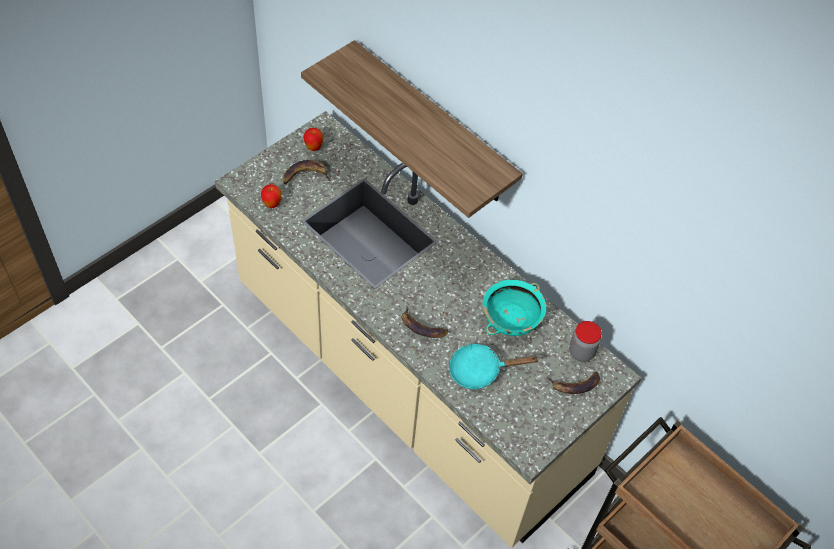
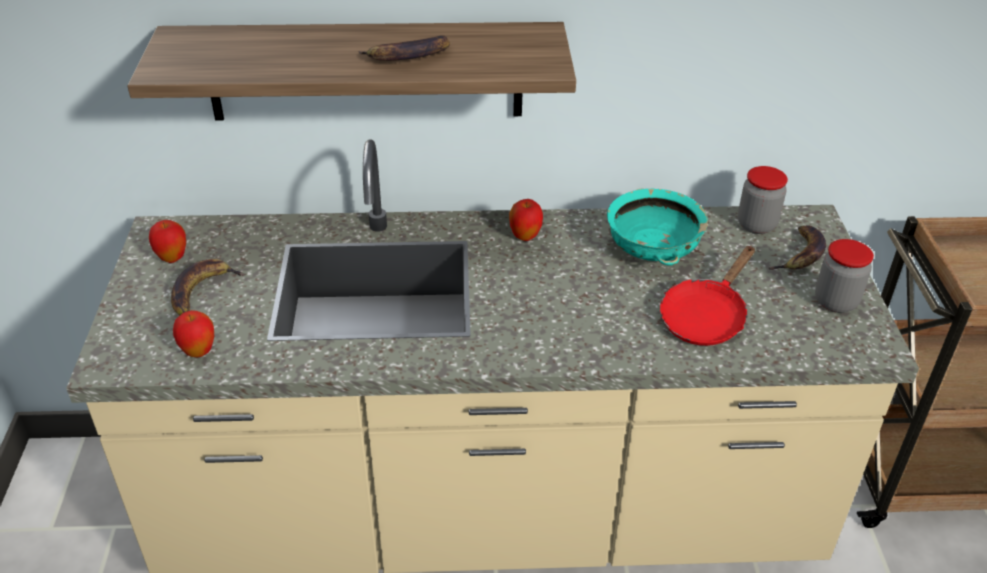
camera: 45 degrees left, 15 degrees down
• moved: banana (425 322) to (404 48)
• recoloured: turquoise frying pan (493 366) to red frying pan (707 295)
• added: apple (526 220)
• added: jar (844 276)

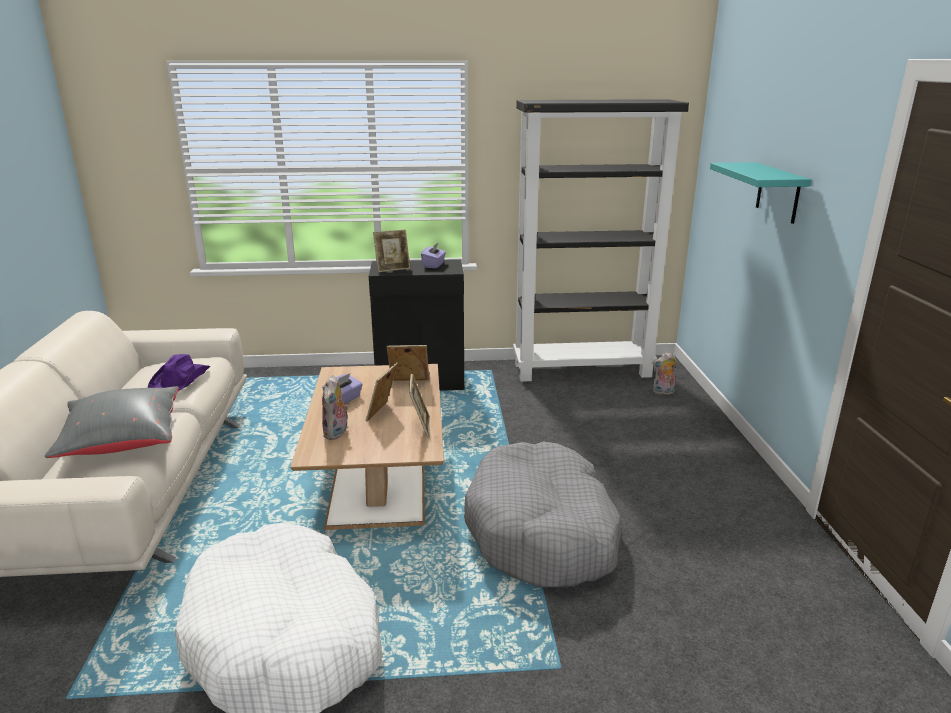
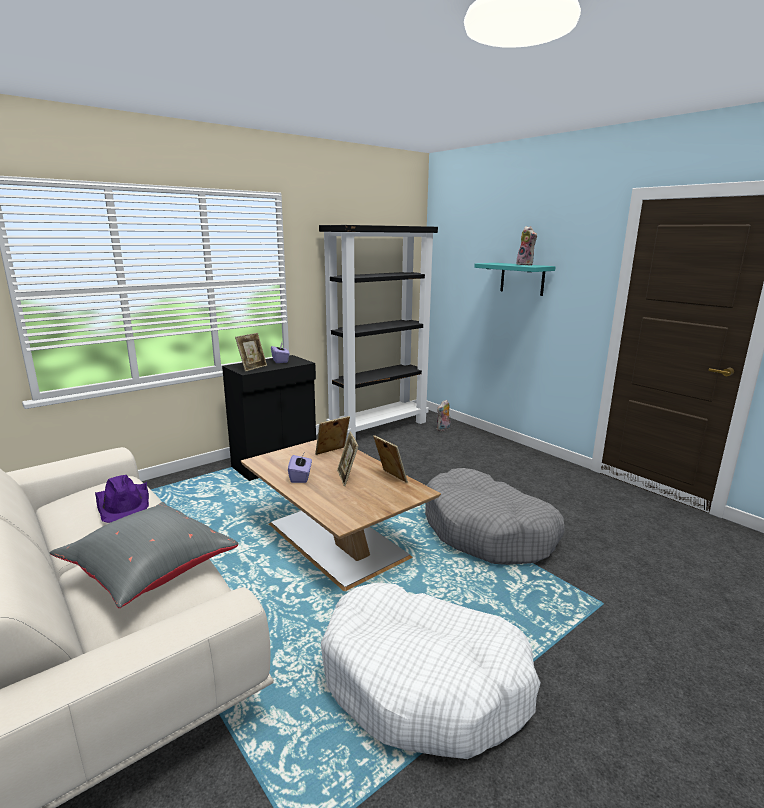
camera: 35 degrees left, 5 degrees down
• moved: plush toy (335 407) to (526 245)

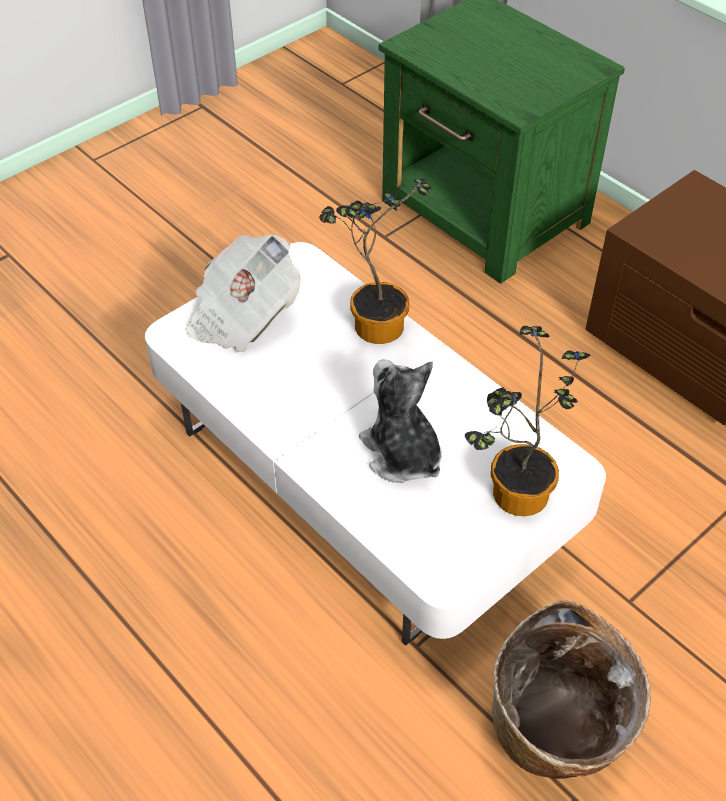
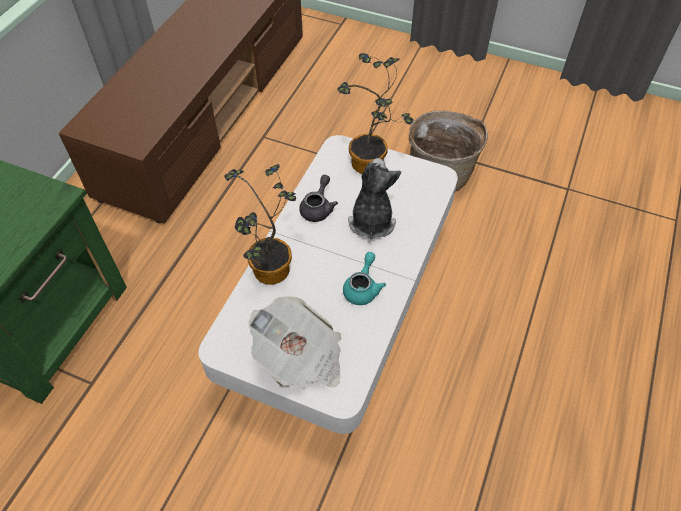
camera: 115 degrees left, 5 degrees up
• turned: plush toy (400 421) = (374 198) 150 degrees clockwise
• added: grey teapot (318 198)
• added: turquoise teapot (364 278)

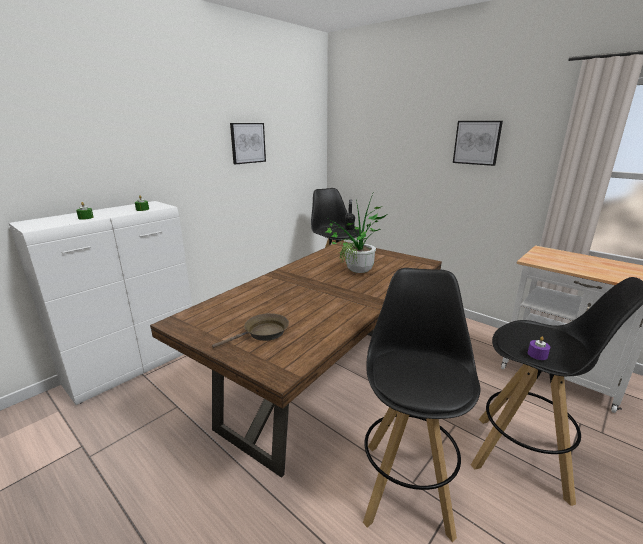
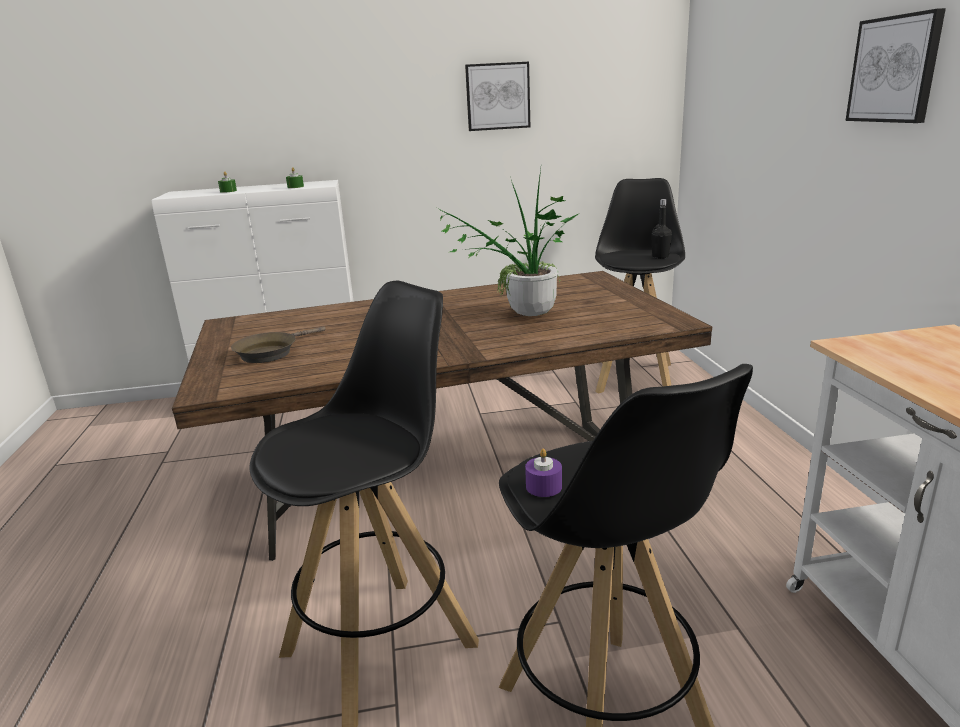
camera: 40 degrees right, 0 degrees up
• turned: brown frying pan (250 330) = (278 344) 120 degrees clockwise

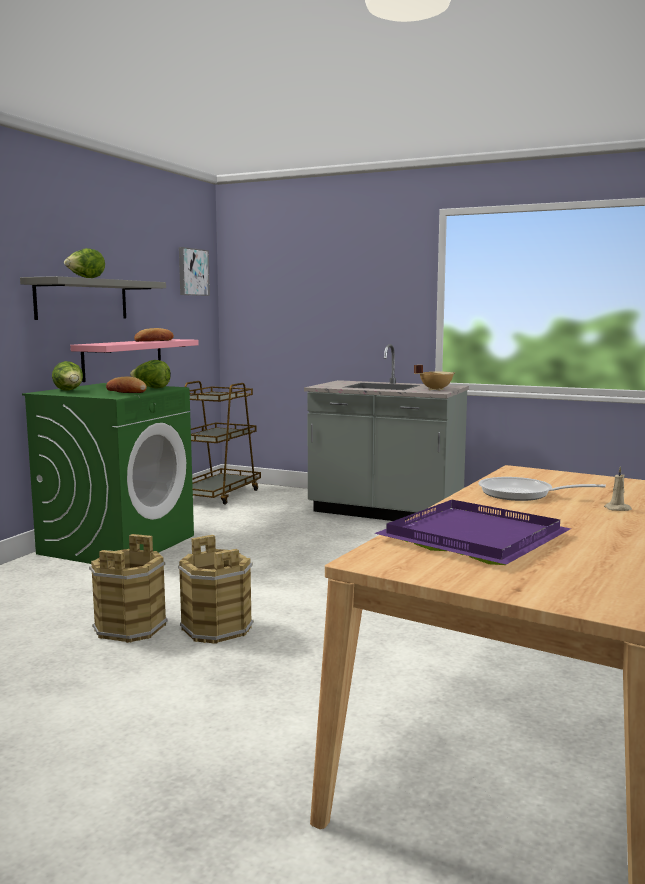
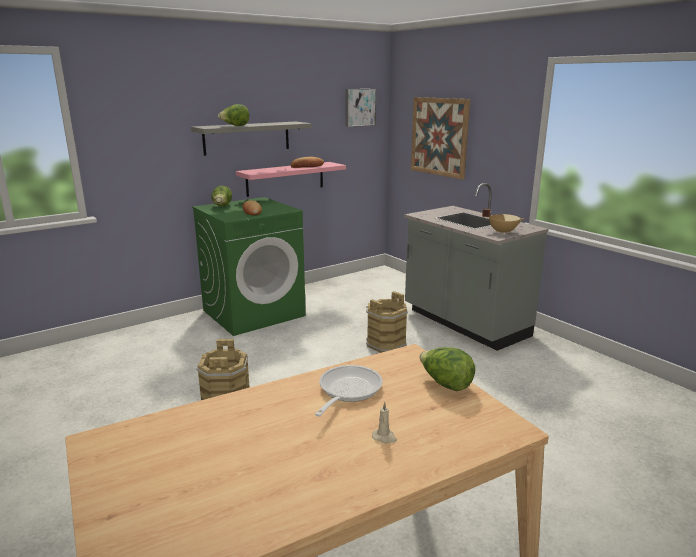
camera: 30 degrees right, 10 degrees up
• moved: brown bucket (128 588) to (387 322)
• moved: lettuce (150 374) to (447 369)
• removed: brown cart (223 443)
• removed: purple tray (472 532)
• turned: frying pan (542 489) = (349 391) 60 degrees clockwise
• added: picture (440 138)

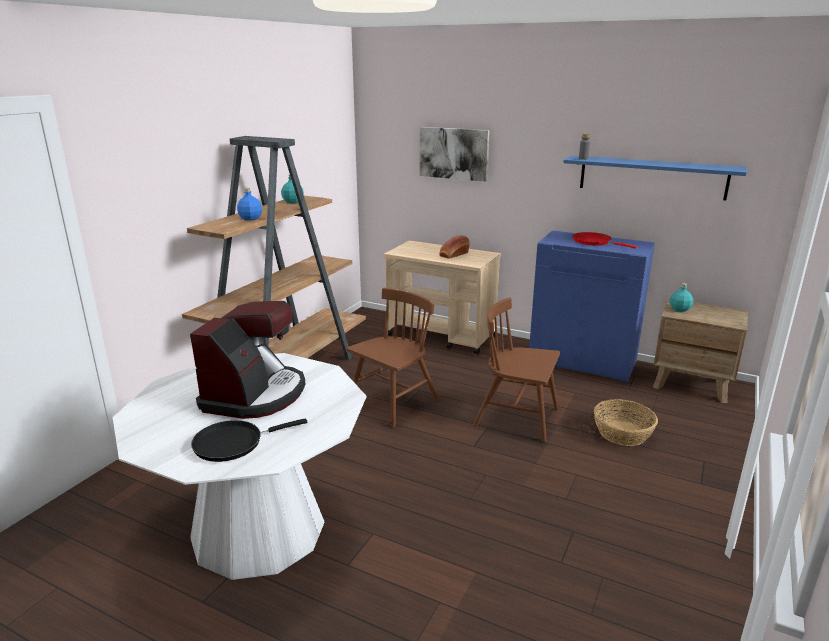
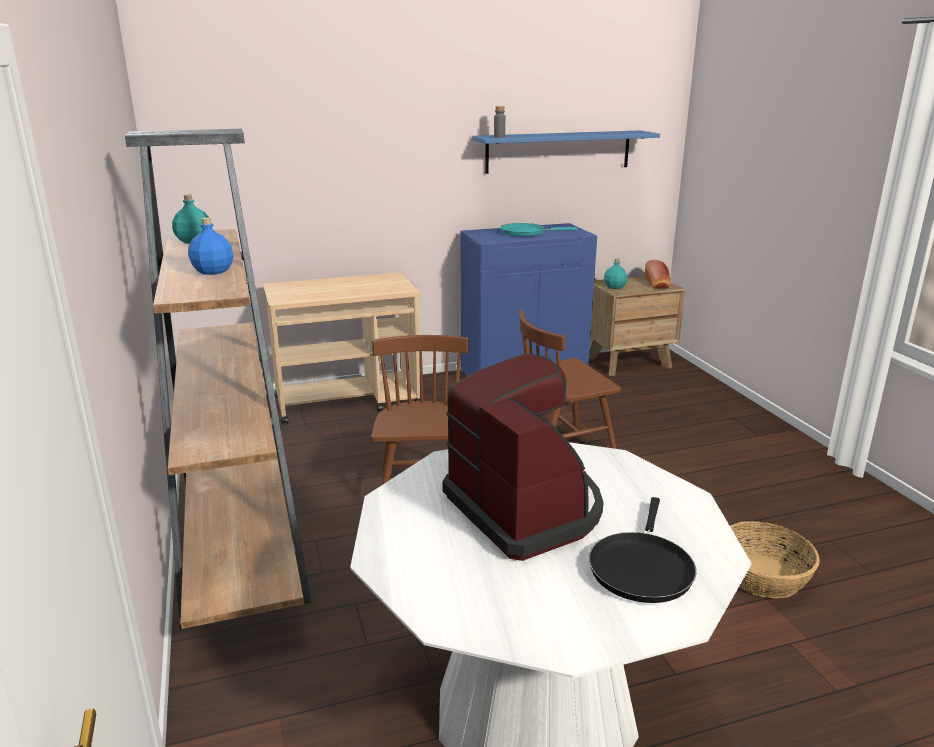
camera: 45 degrees left, 0 degrees up
• removed: picture (455 154)
• moved: bread (454 247) to (658 274)
• recoloured: red frying pan (605 240) to turquoise frying pan (538 229)
• moved: basket (626 422) to (775 559)

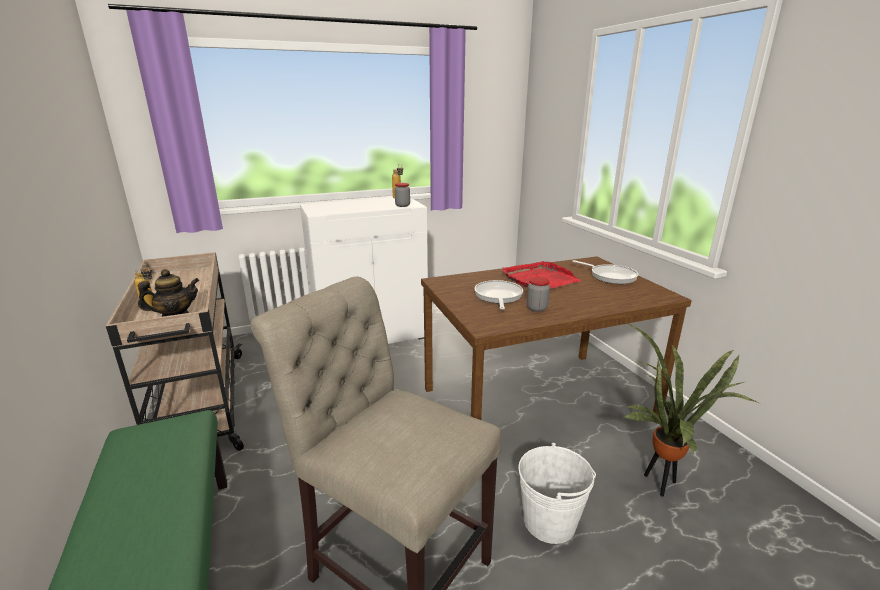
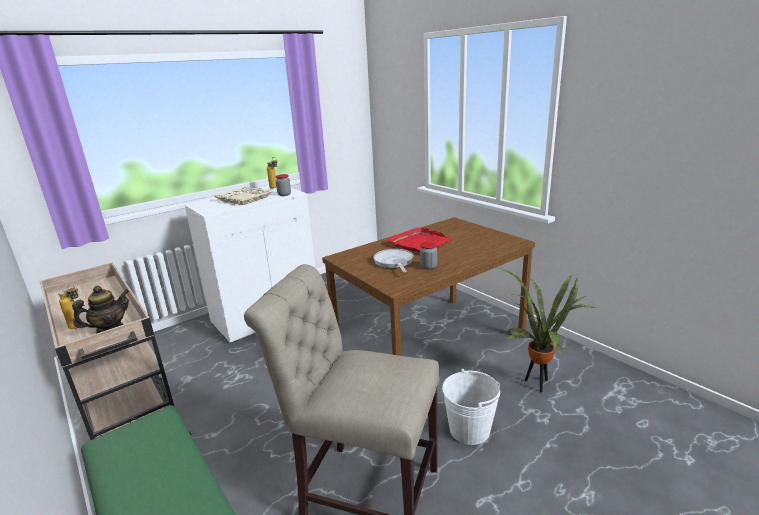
camera: 15 degrees left, 0 degrees up
• removed: frying pan (605 272)
• added: beige tray (243 195)

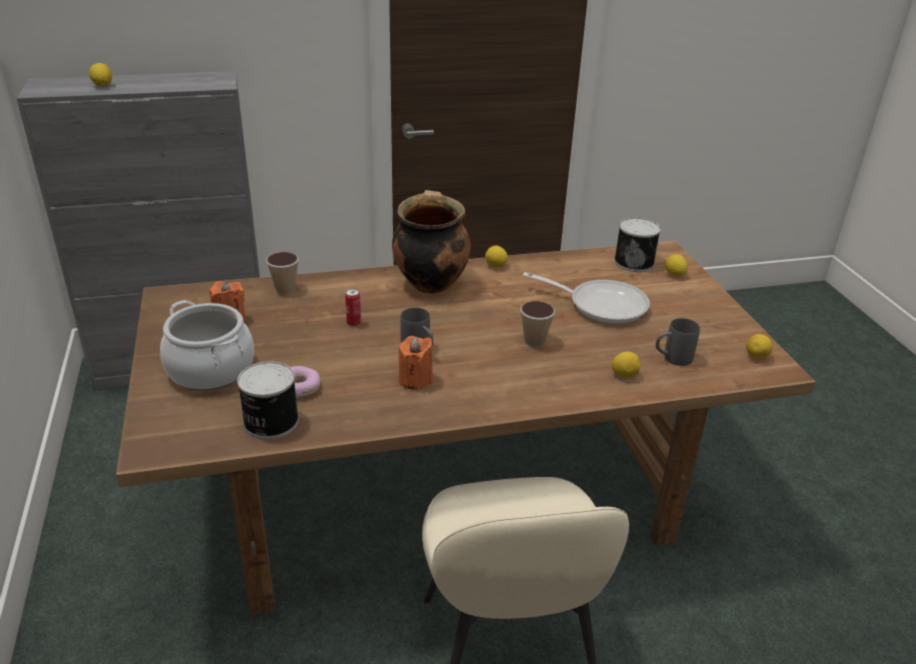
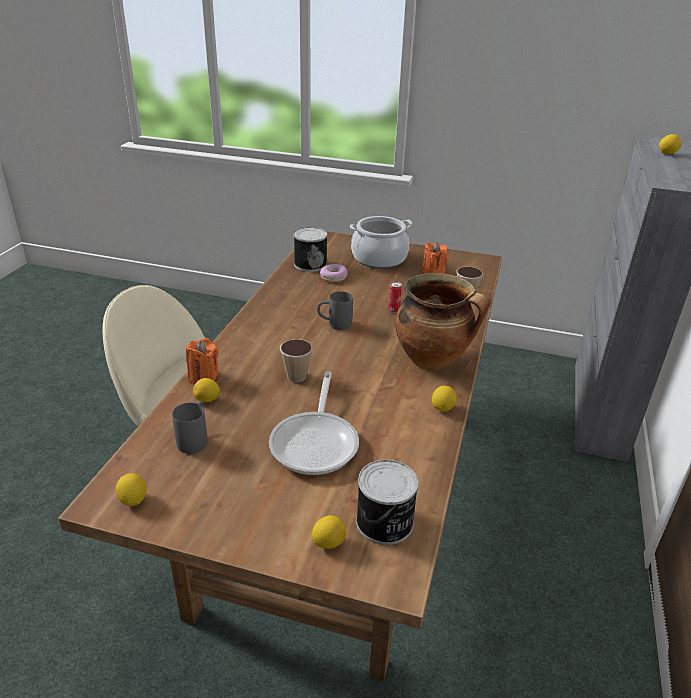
camera: 120 degrees right, 0 degrees up
• moved: orange candle (415 362) to (202 361)
• turned: frying pan (586 298) = (314 423) 45 degrees counterclockwise

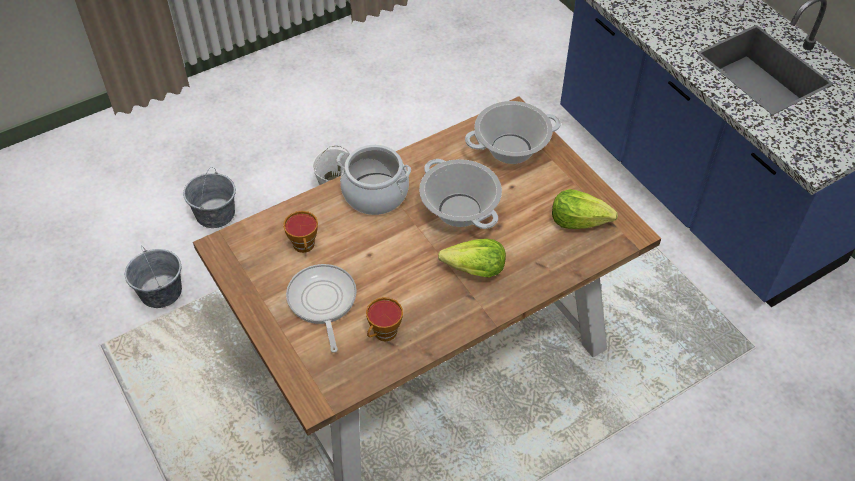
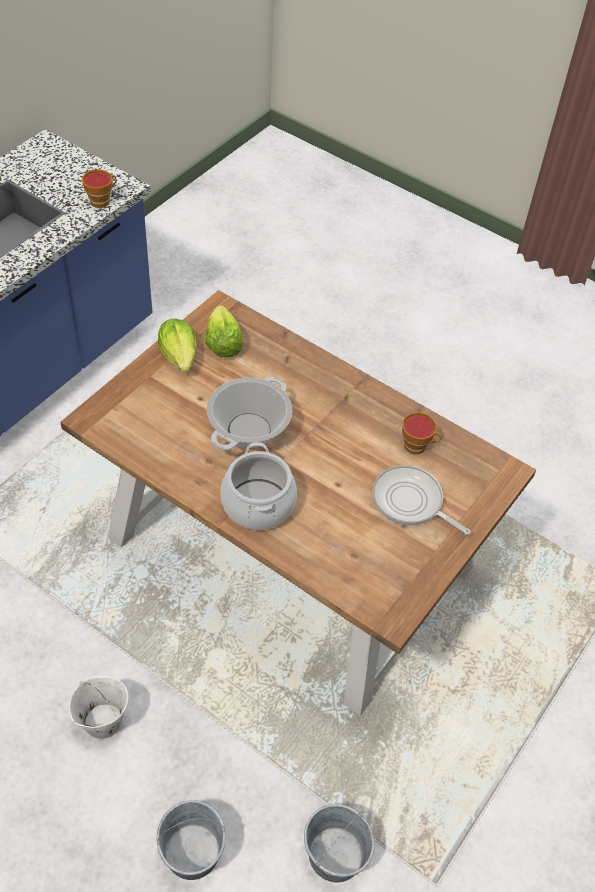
camera: 115 degrees left, 0 degrees up
• moved: cup (300 232) to (99 188)
• turned: frying pan (321 308) = (422 500) 75 degrees clockwise
• moved: lettuce (472 258) to (177 345)
• removed: cooking pot (513 132)

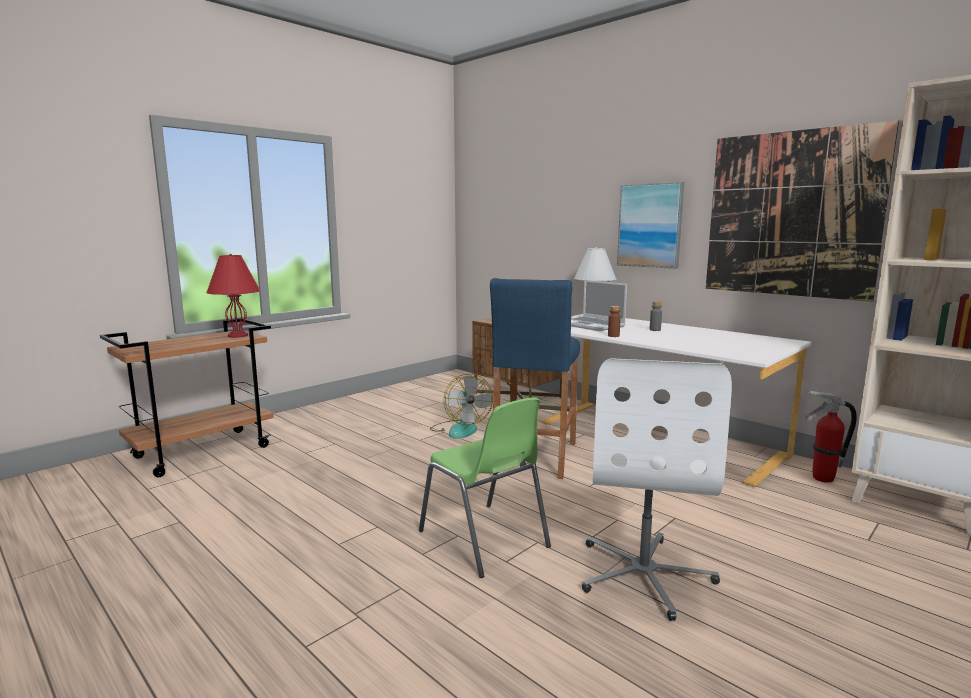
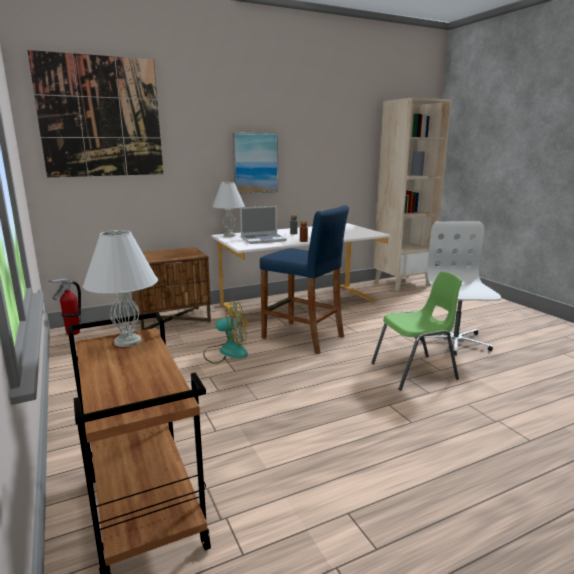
camera: 70 degrees left, 5 degrees up
• recoloured: red table lamp (233 296) to white table lamp (120 288)
• turned: white office chair (657 489) = (460 288) 120 degrees counterclockwise
• moved: picture (802 211) to (95 113)
• moved: fire extinguisher (831 436) to (65 307)

